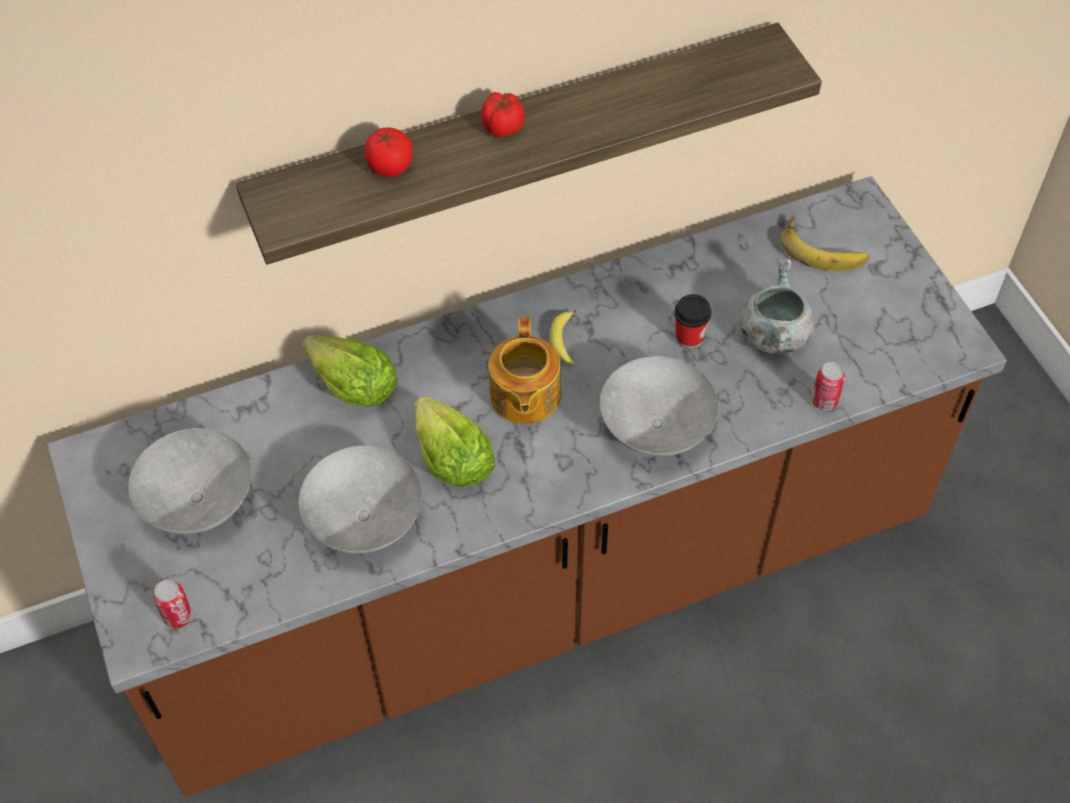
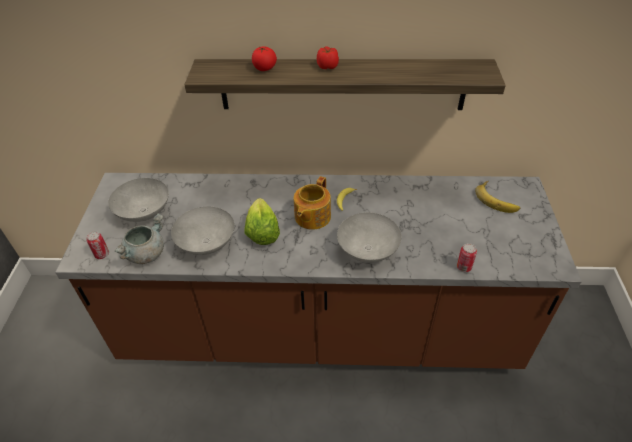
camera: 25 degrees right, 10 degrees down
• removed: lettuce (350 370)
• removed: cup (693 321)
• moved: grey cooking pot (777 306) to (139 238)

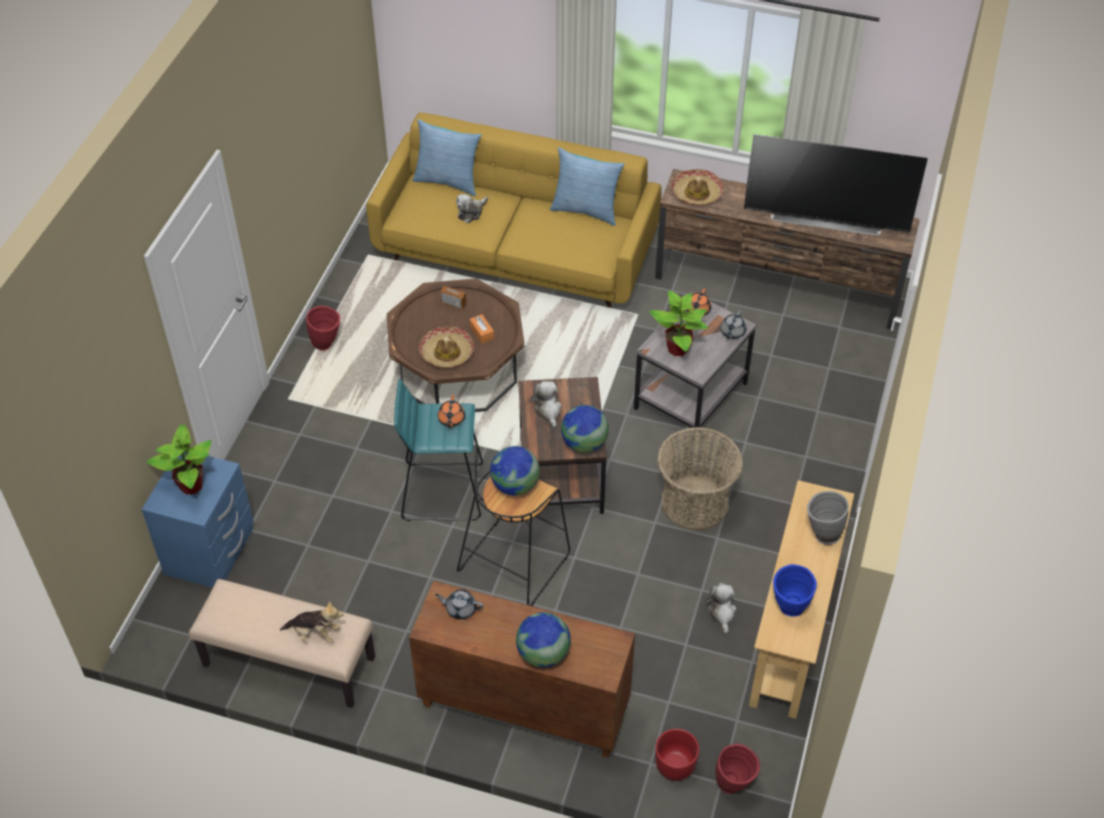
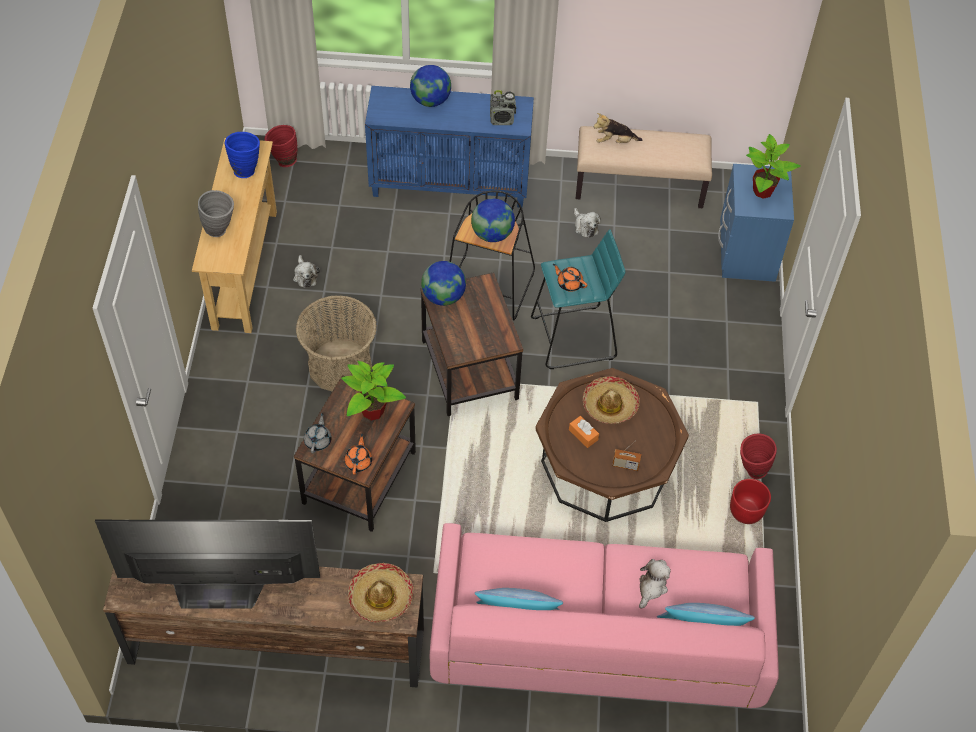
camera: 165 degrees right, 5 degrees up
• recoloured: yellow sofa (514 210) to pink sofa (604 615)
• recoloured: brown cabinet (522 669) to blue cabinet (449 146)
• replaced: grey teapot (459 604) to radio (503 107)
• turned: orange teapot (451 411) = (570 278) 45 degrees counterclockwise
• moved: plush toy (546 404) to (587 223)
• recoloured: grey side table (695 366) to brown side table (355 453)
• moved: red planter (677 755) to (750 501)

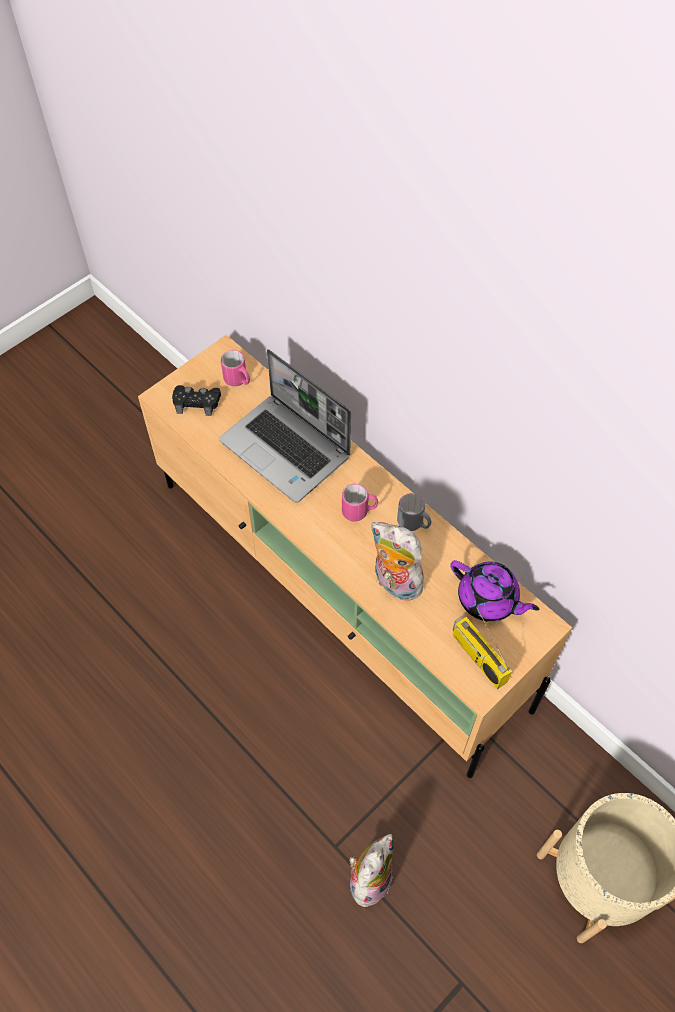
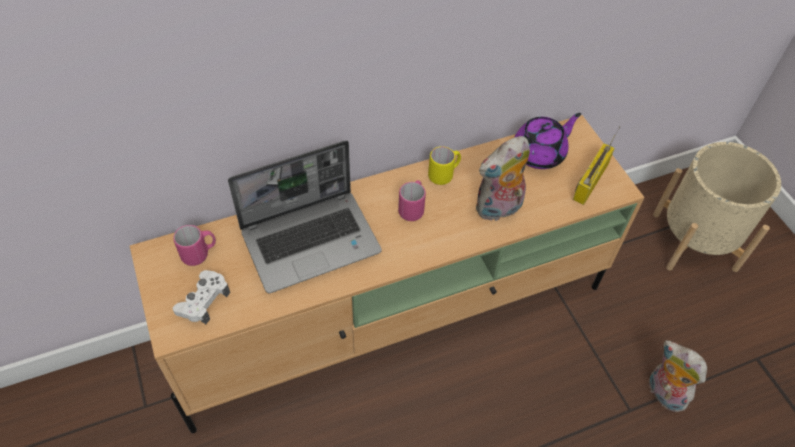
camera: 70 degrees left, 5 degrees down
• recoloured: black game controller (196 400) to white game controller (201 297)
• recoloured: grey mug (414 512) to yellow mug (444 165)
• turned: radio (482 648) = (596 165) 135 degrees clockwise

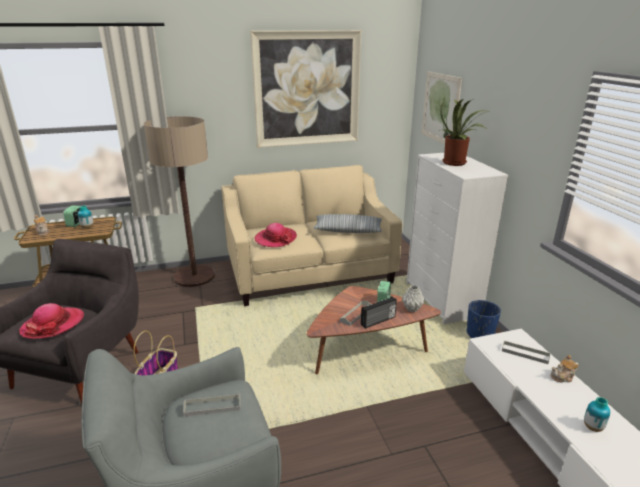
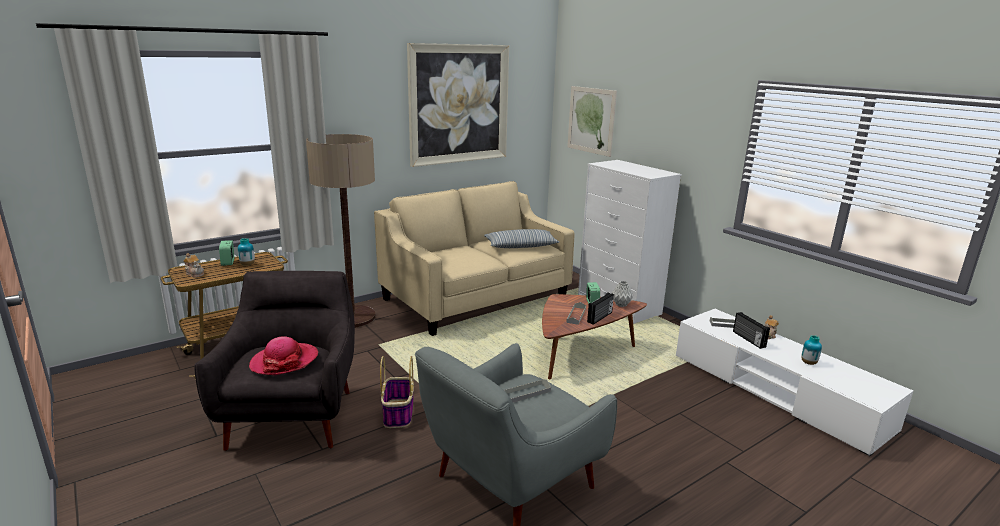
camera: 20 degrees left, 5 degrees down
• removed: hat (275 235)
• removed: potted plant (465 132)
• removed: blue planter (484 319)
• added: radio (751 330)

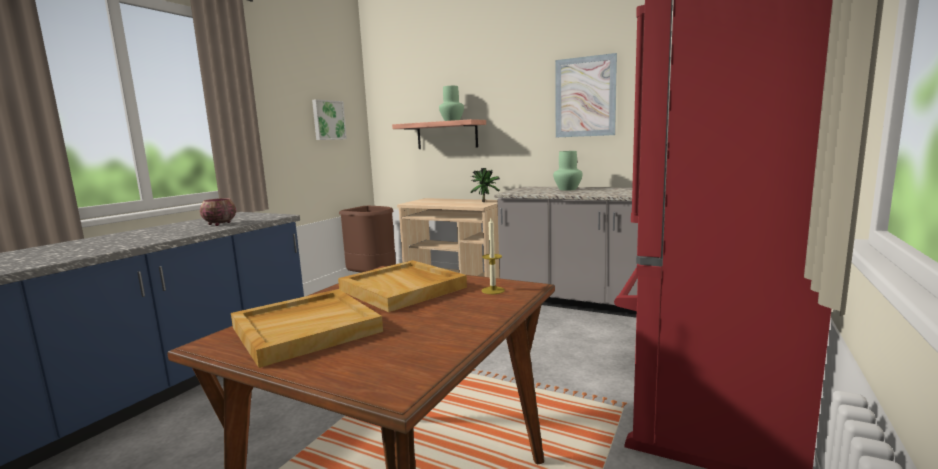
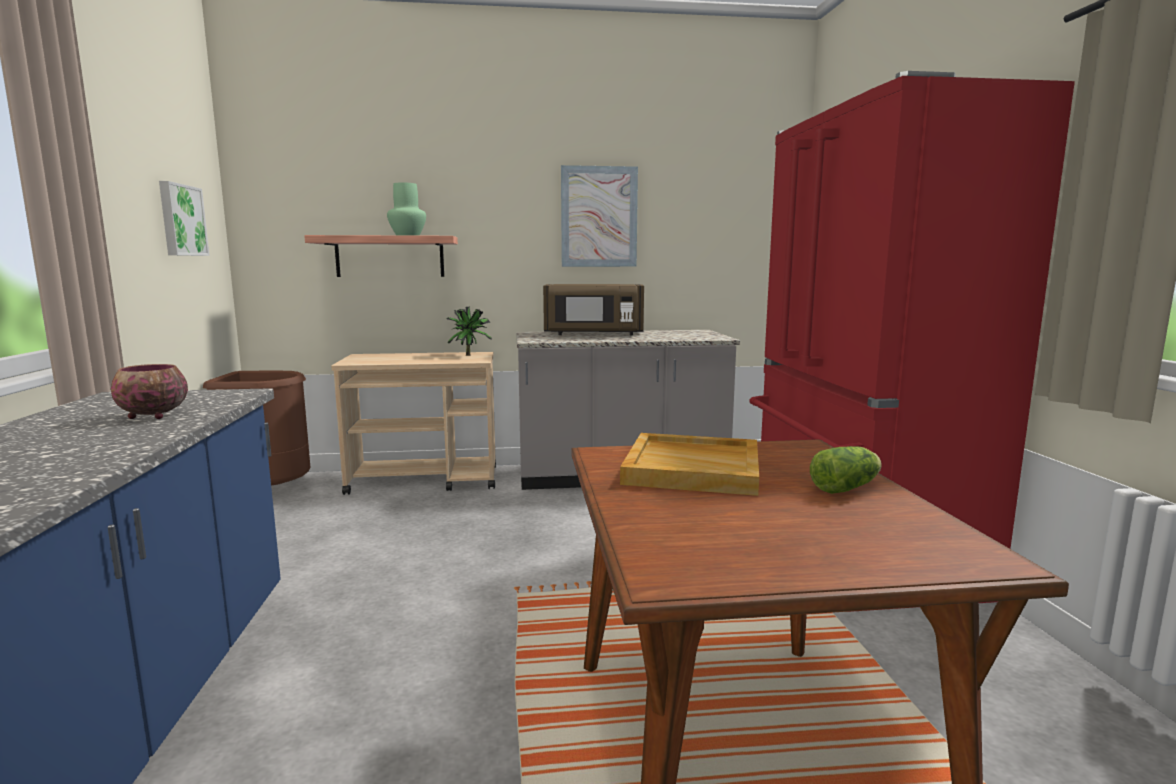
camera: 35 degrees left, 0 degrees up
• removed: beige tray (307 328)
• removed: candle (493 256)
• replaced: green vase (568 171) to brown microwave (593 310)
• added: lettuce (846 470)

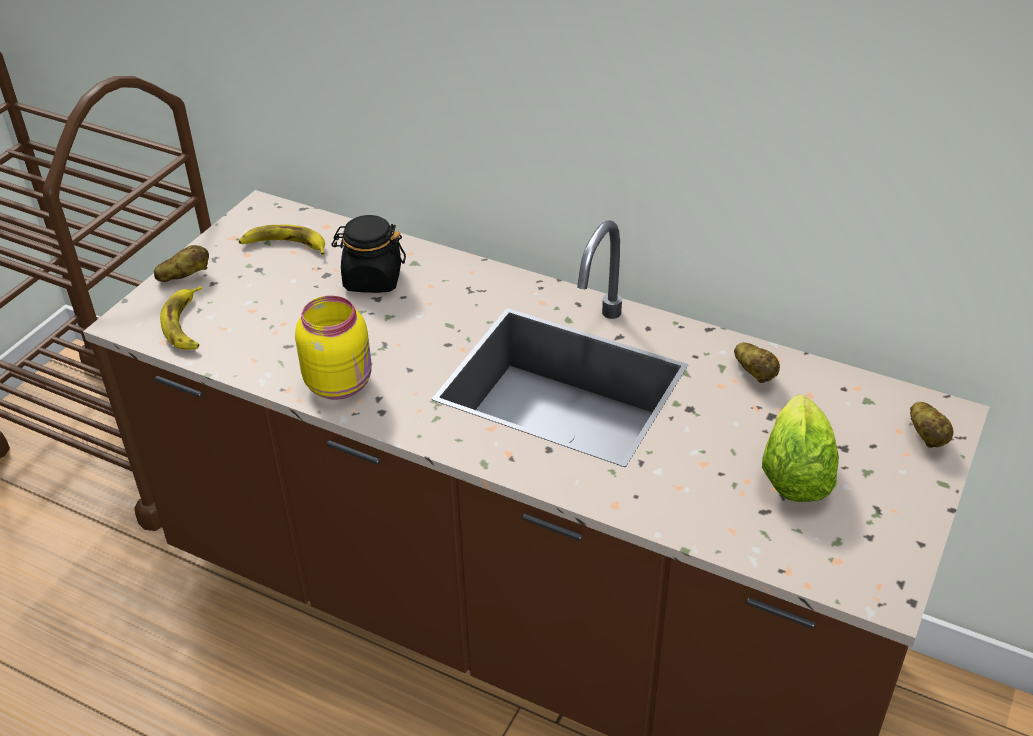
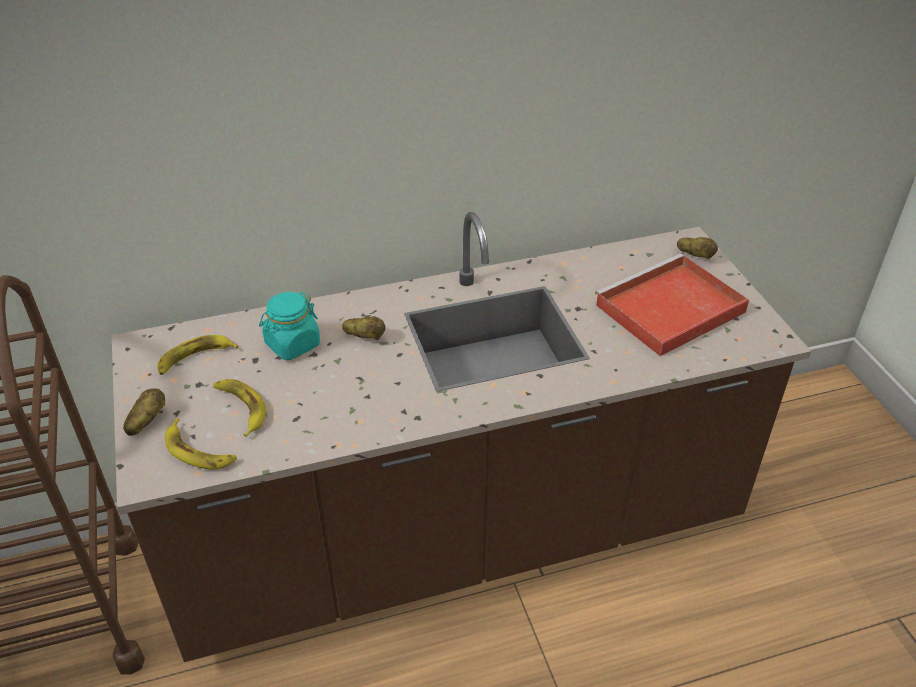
camera: 45 degrees left, 0 degrees up
• removed: yellow jar (333 347)
• recoloured: black jar (368 254) to turquoise jar (289 326)
• moved: potato (757 363) to (364 328)
• replaced: lettuce (800 448) to red tray (672 305)
• added: banana (239 408)

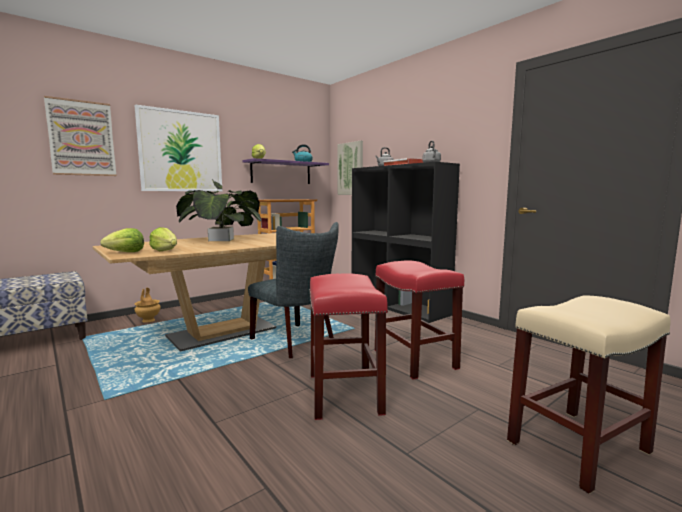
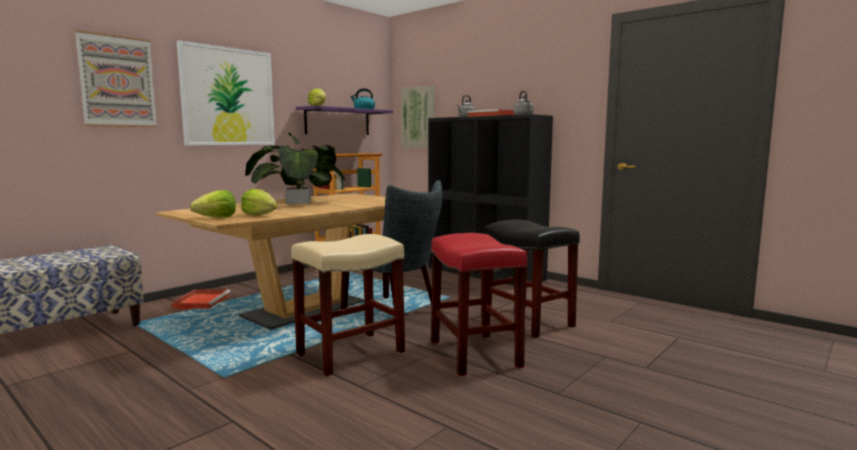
camera: 10 degrees left, 0 degrees up
• replaced: brown vase (147 305) to red tray (200 299)
• recoloured: red stool (419 320) to black stool (532 279)
• moved: beige stool (589 394) to (348 305)

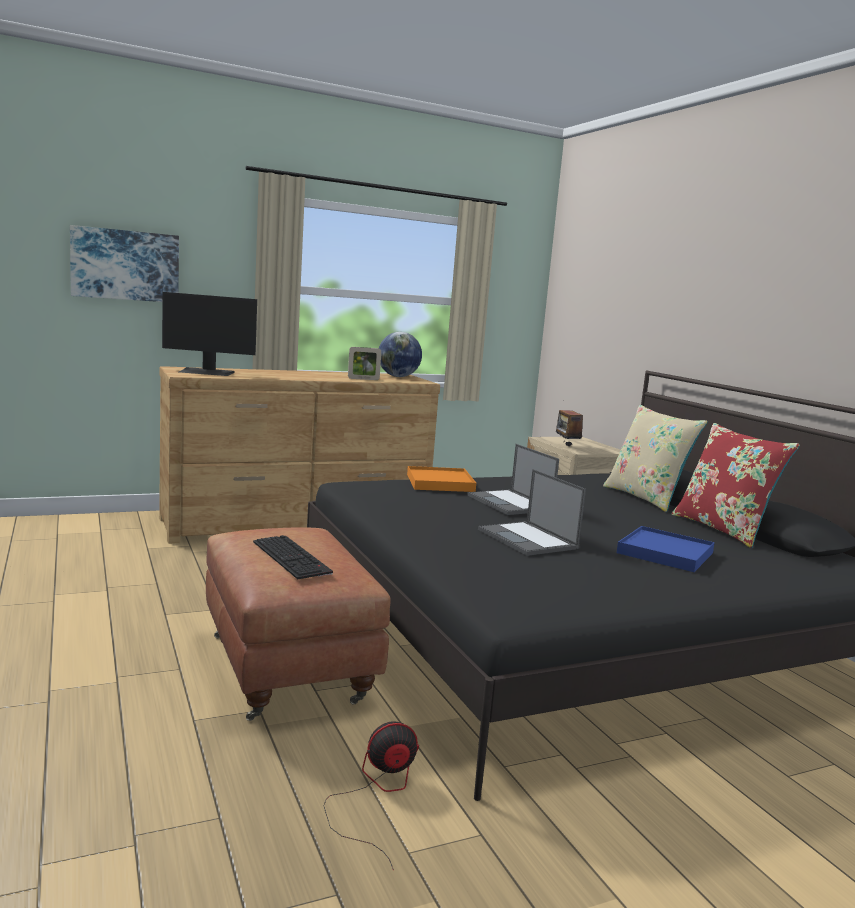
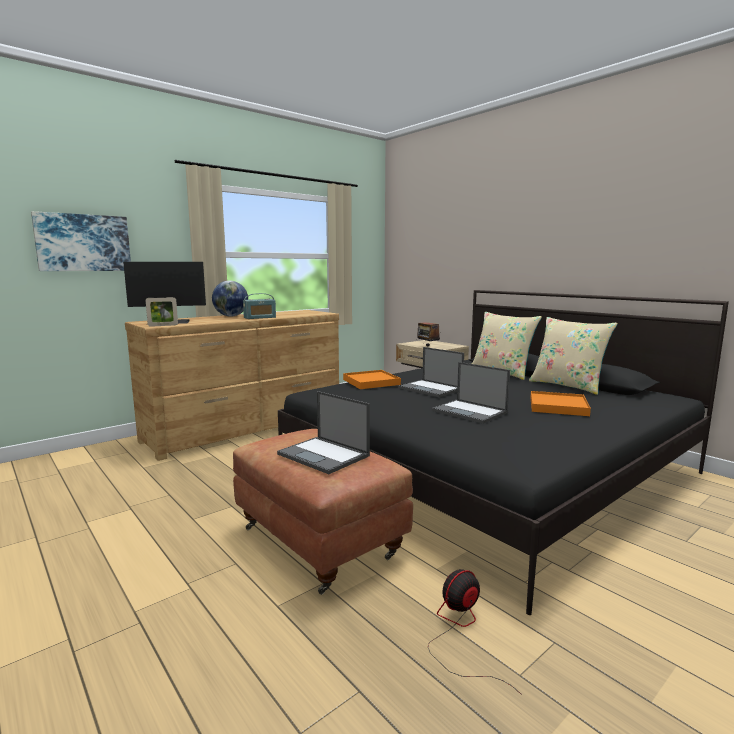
camera: 15 degrees left, 0 degrees up
• replaced: keyboard (293 557) to laptop (323 432)
• moved: picture frame (364 363) to (162 312)
• moved: globe (400 354) to (230 298)
• recoloured: blue tray (666 549) to orange tray (560 403)
• recoloured: red pillow (736 485) to beige pillow (573 356)
• added: radio (259 306)

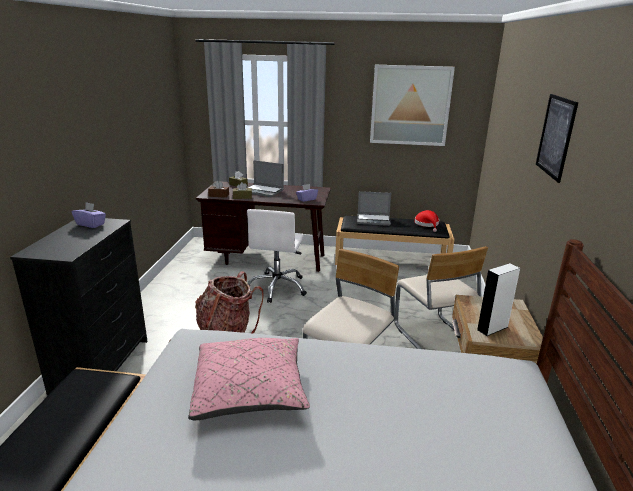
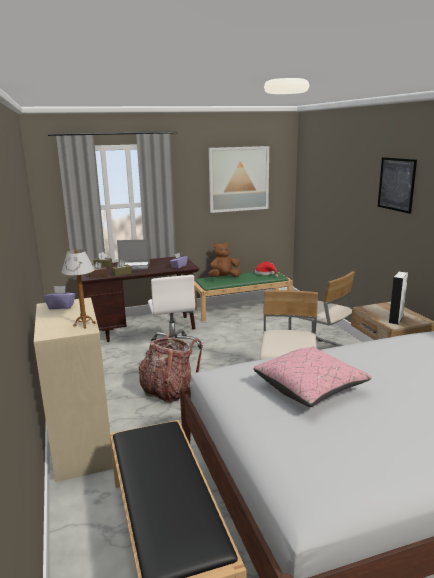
camera: 25 degrees left, 5 degrees down
• recoloured: black dresser (79 306) to beige dresser (73 389)
• recoloured: black bench (394 240) to green bench (243 296)
• replaced: laptop (374 208) to brown plush toy (225 260)
• added: table lamp (79 289)

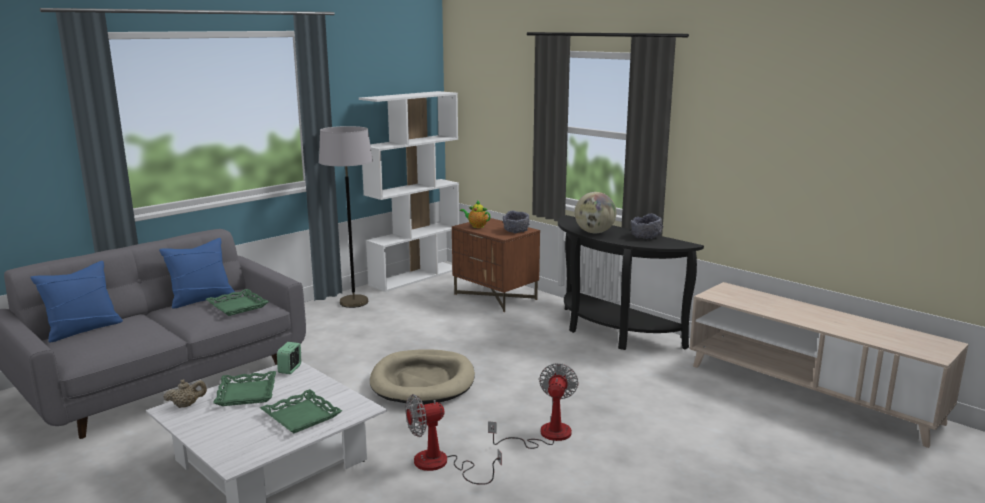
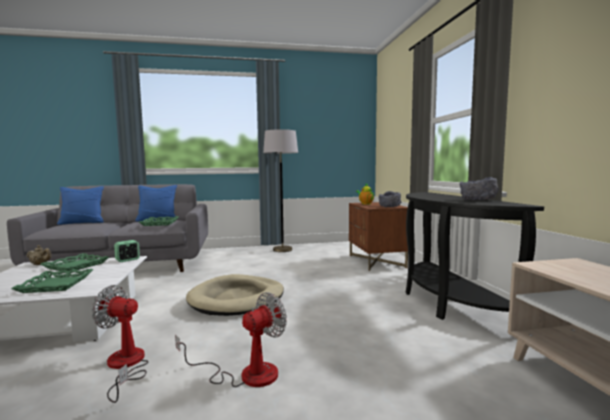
camera: 35 degrees right, 10 degrees down
• removed: white bookcase (409 191)
• removed: globe (595 212)

